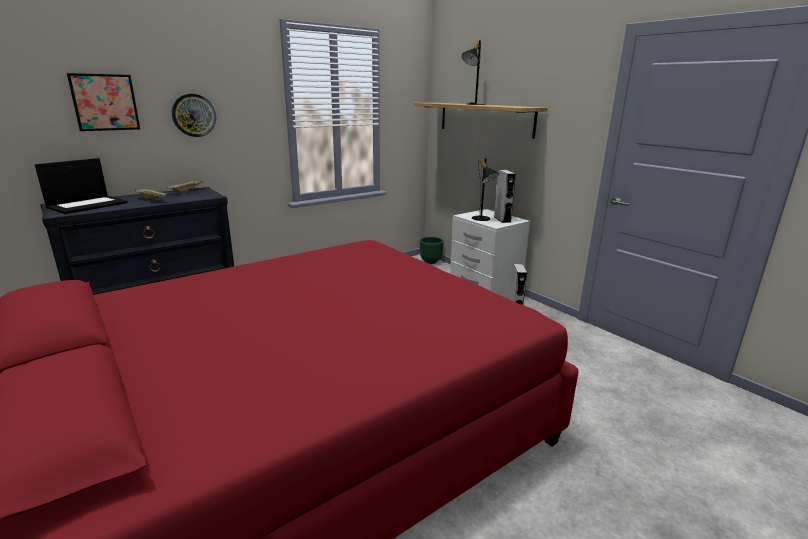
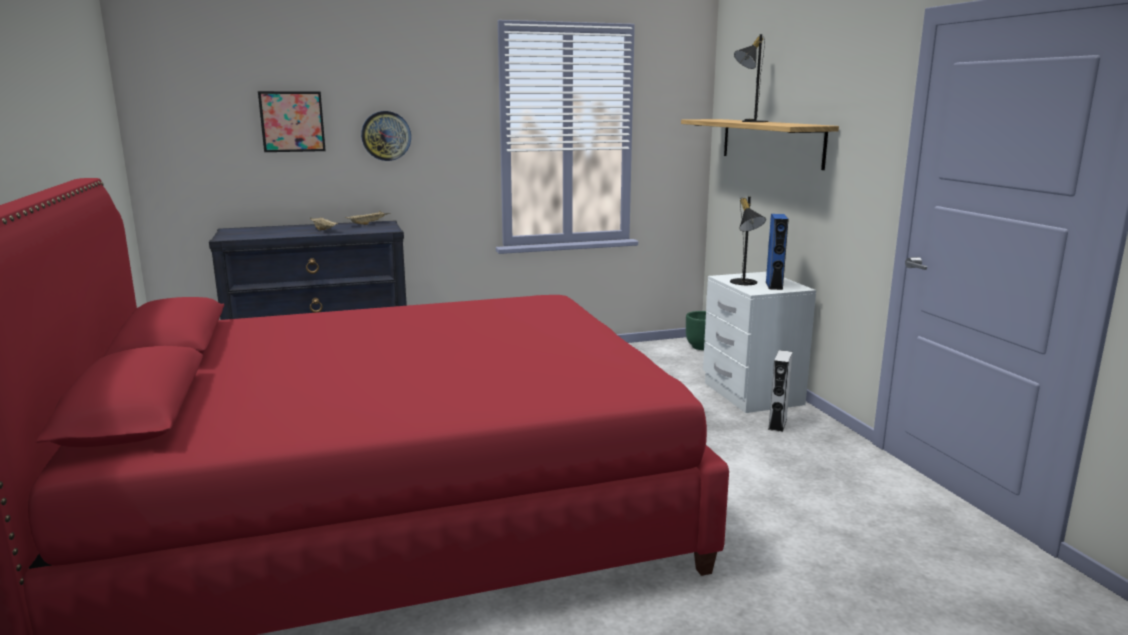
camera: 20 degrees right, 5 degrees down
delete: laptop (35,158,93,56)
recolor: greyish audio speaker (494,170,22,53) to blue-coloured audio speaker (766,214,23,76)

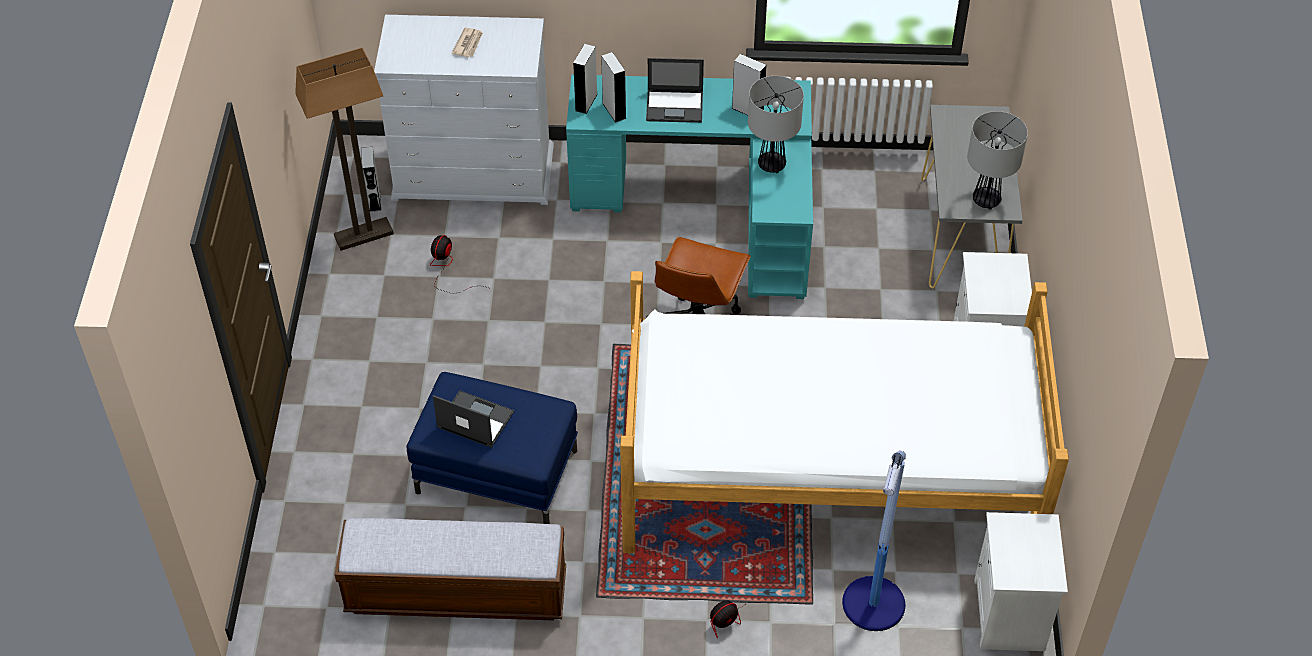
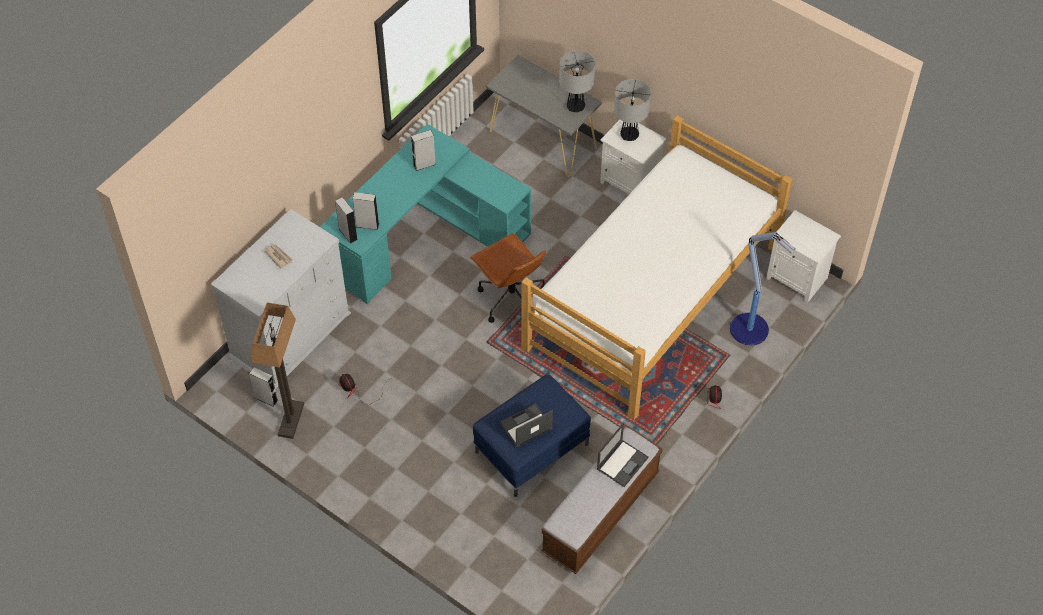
camera: 55 degrees left, 5 degrees up
move: laptop (646,58,58,65) to (597,423,52,64); table lamp (748,76,56,97) to (614,79,37,62)

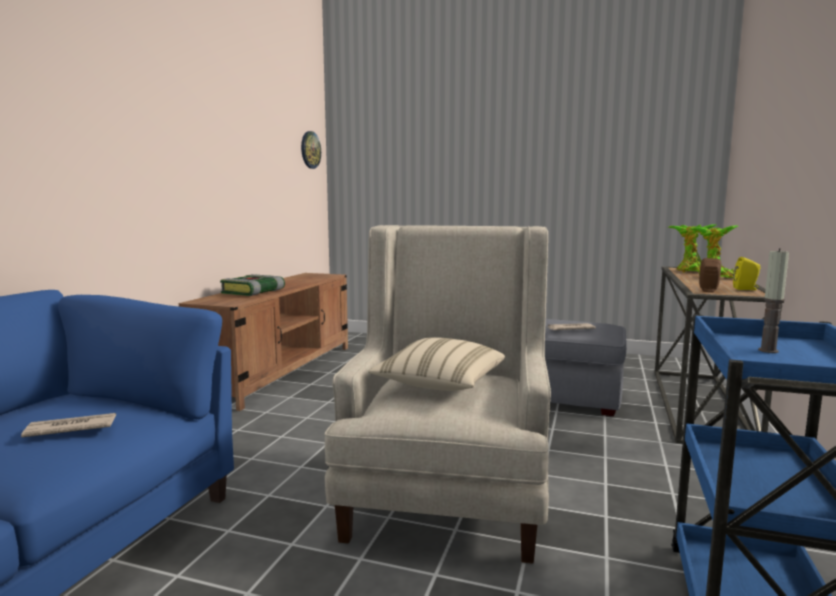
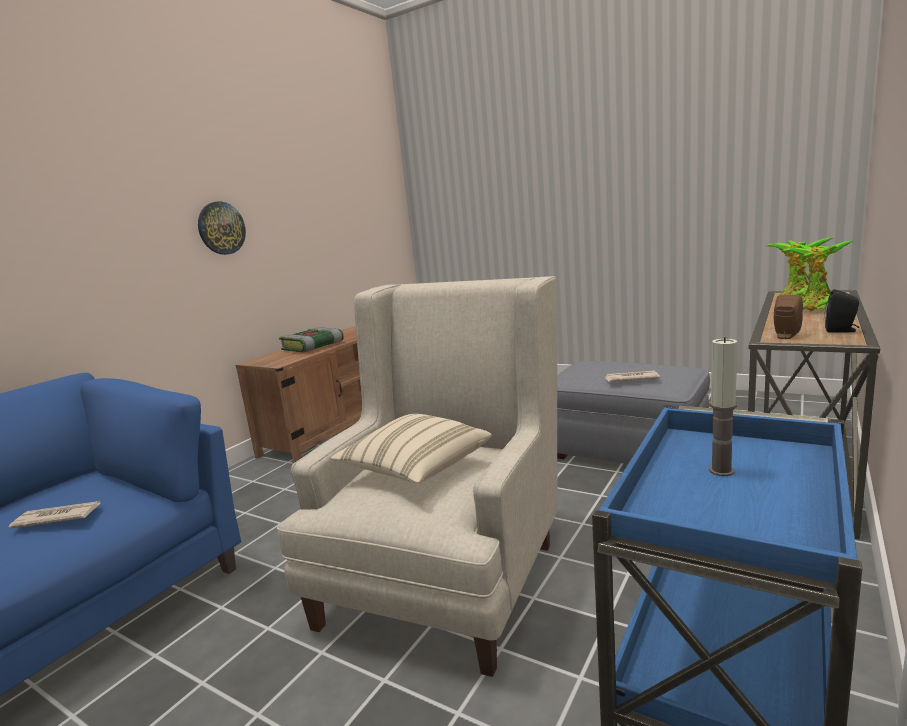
camera: 15 degrees right, 5 degrees up
move: wall clock (301,131,20,38) to (198,201,48,54)
recolor: yellow audio speaker (733,257,28,33) to blackish audio speaker (825,289,34,44)

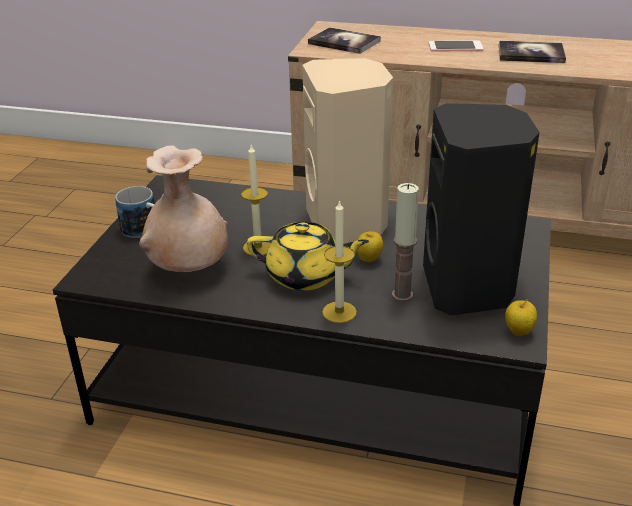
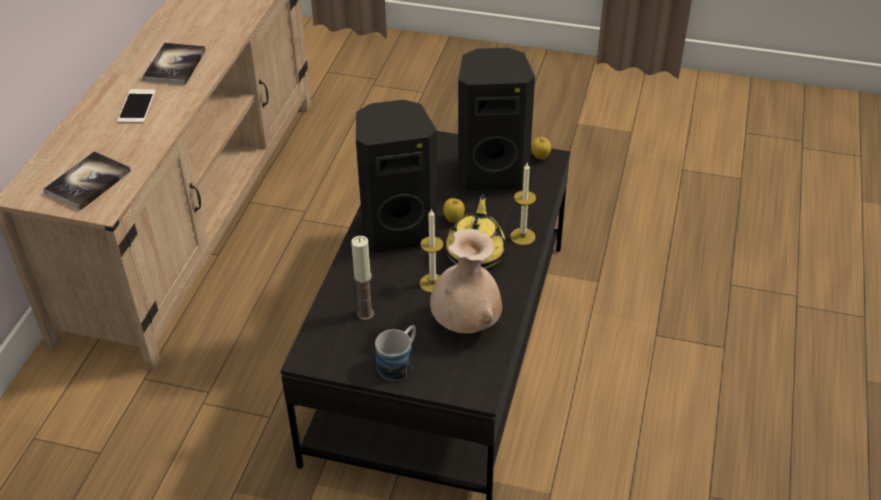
camera: 90 degrees left, 10 degrees up
move: candle (392,183,27,119) to (351,236,23,84)
recolor: beige audio speaker (302,58,91,186) to blackish audio speaker (356,100,82,153)

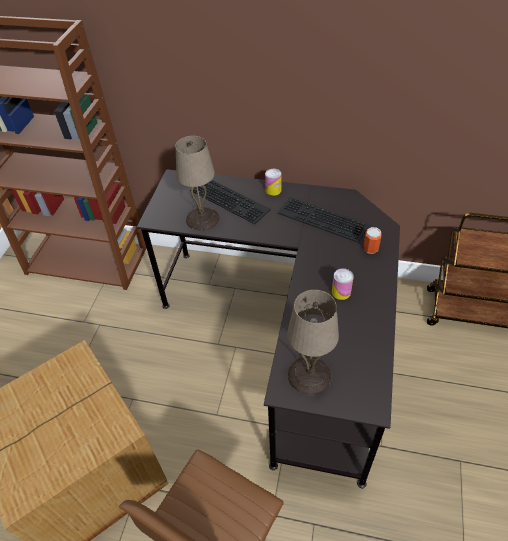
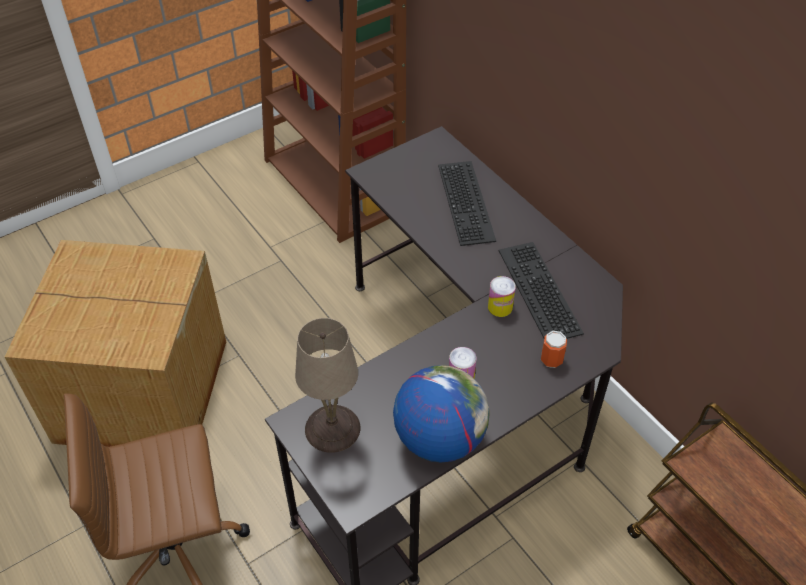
camera: 40 degrees right, 0 degrees up
delete: beige table lamp (175,136,44,95)
insert: world globe (393,365,97,97)
move: metal can (265,169,16,27) to (488,276,28,41)

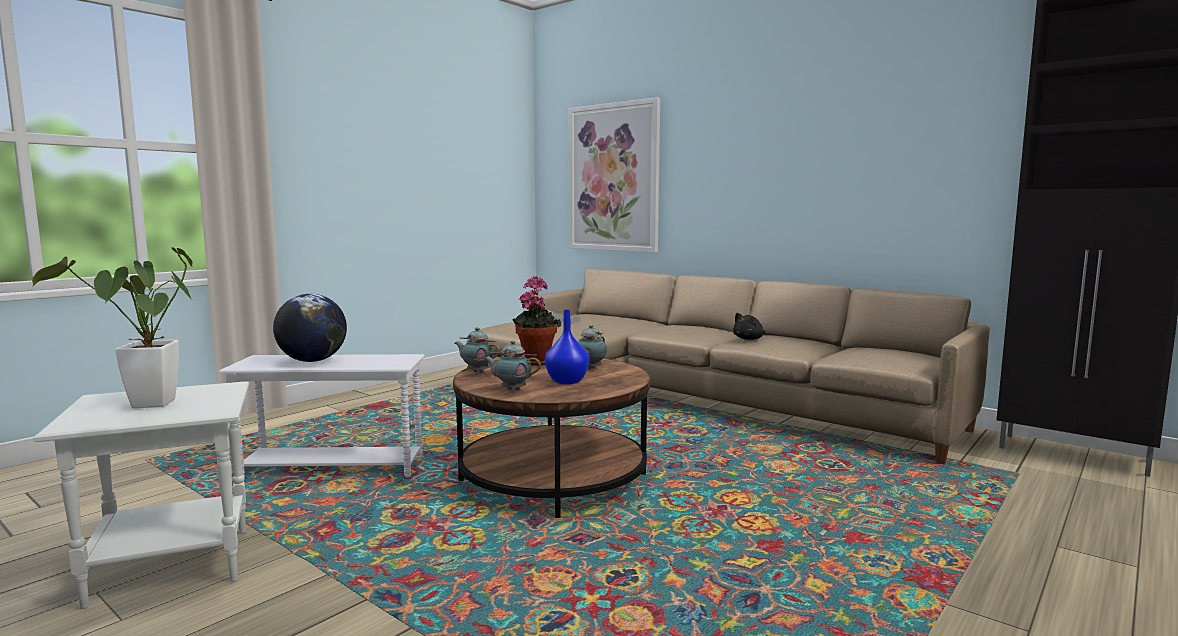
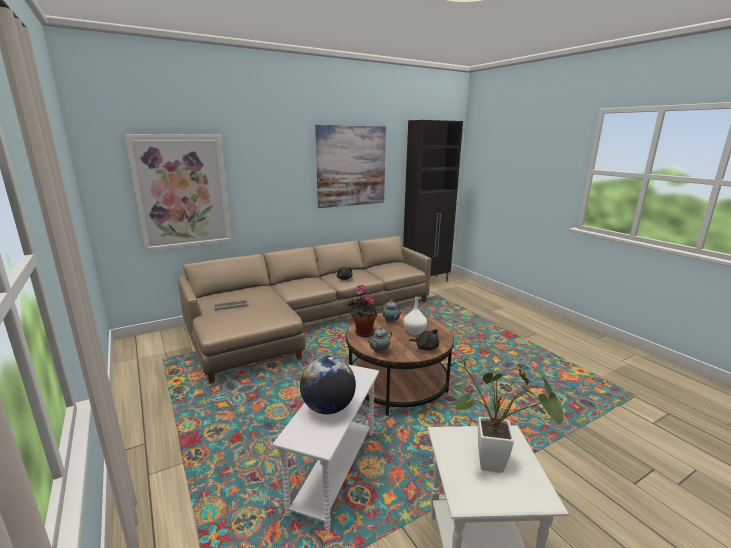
camera: 70 degrees left, 10 degrees up
insert: wall art (315,125,71,83)
replace: pot for tea (484,340,57,51) to blackish soft toy (409,329,30,22)
recolor: blue-coloured flower vase (545,310,44,74) to whitish flower vase (404,297,23,38)

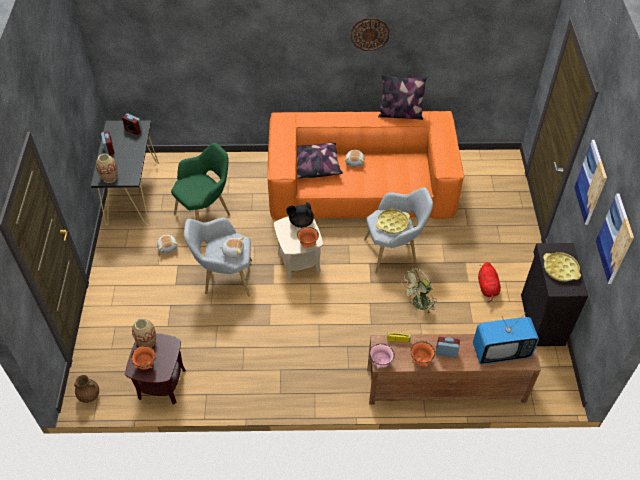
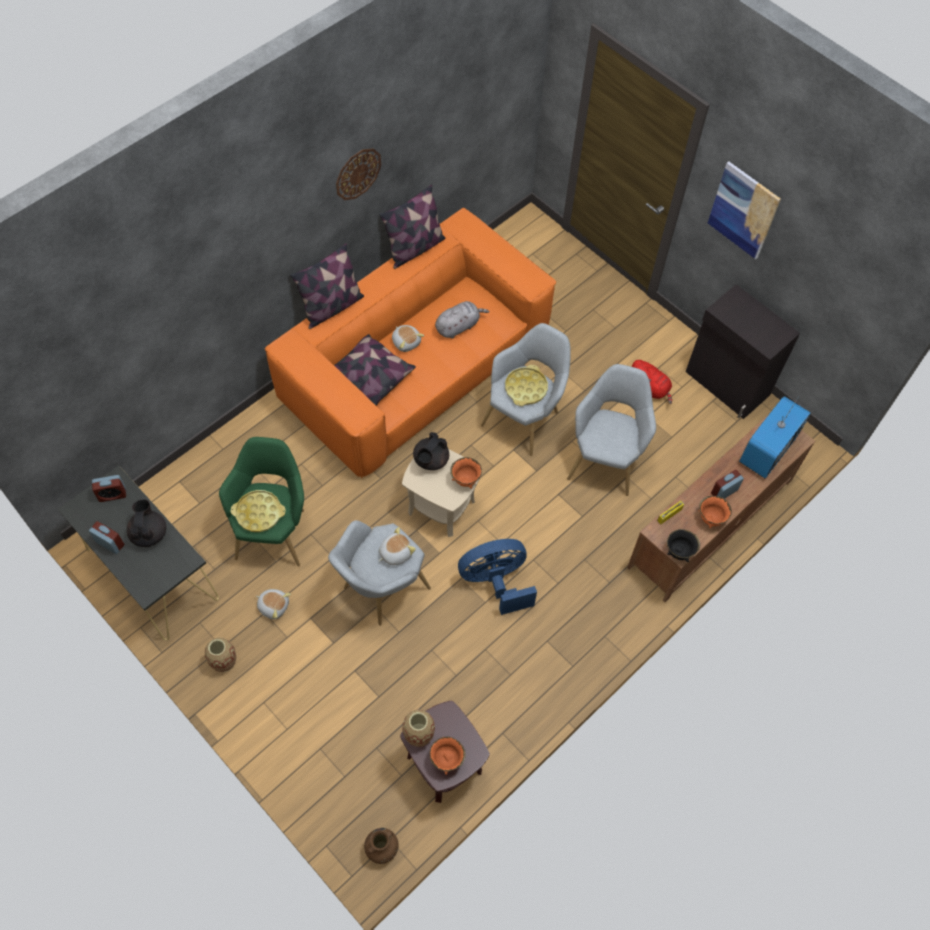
camera: 45 degrees left, 10 degrees up
delete: wall art (596,193,38,91)
insert: blackish pot for tea (127,499,39,48); pillow (290,243,74,86); greyish soft toy (435,301,54,37); blue-coloured cooling fan (458,539,79,76)
move: flower vase (96,154,22,29) to (205,638,31,34); yellow carrying tray (543,252,38,30) to (231,490,55,42)
replace: green-coloured cooling fan (401,268,34,45) to greyish lounge chair (567,364,89,132)
recolor: pinkish deep dish (369,343,26,26) to blackish deep dish (667,529,33,33)

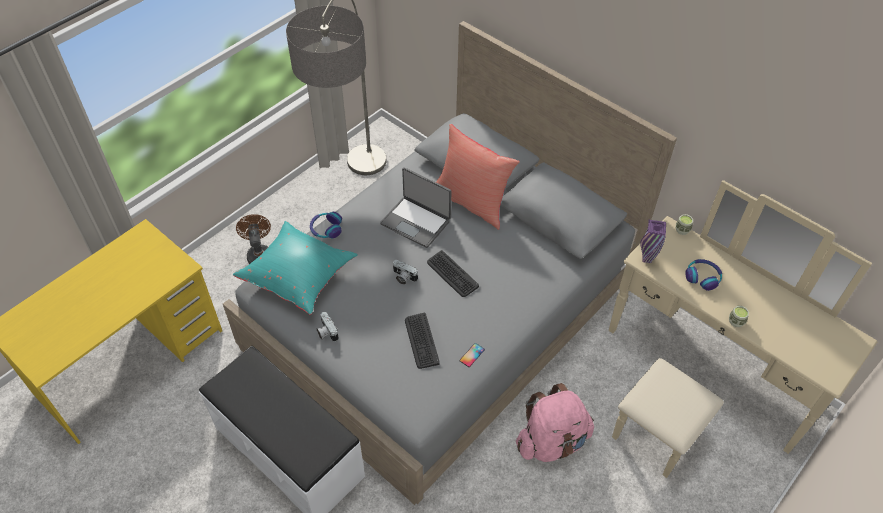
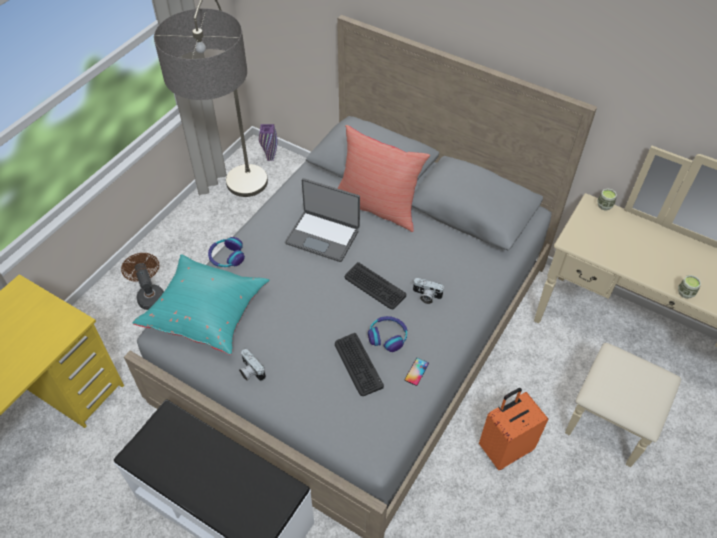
camera: 10 degrees left, 0 degrees up
move: purplish flower vase (640,220,26,43) to (259,124,18,37); pair of headphones (686,259,36,32) to (368,316,39,36); still camera (393,260,25,25) to (413,278,31,26)
replace: pinkish rucksack (516,383,78,79) to orange suitcase (479,388,69,82)

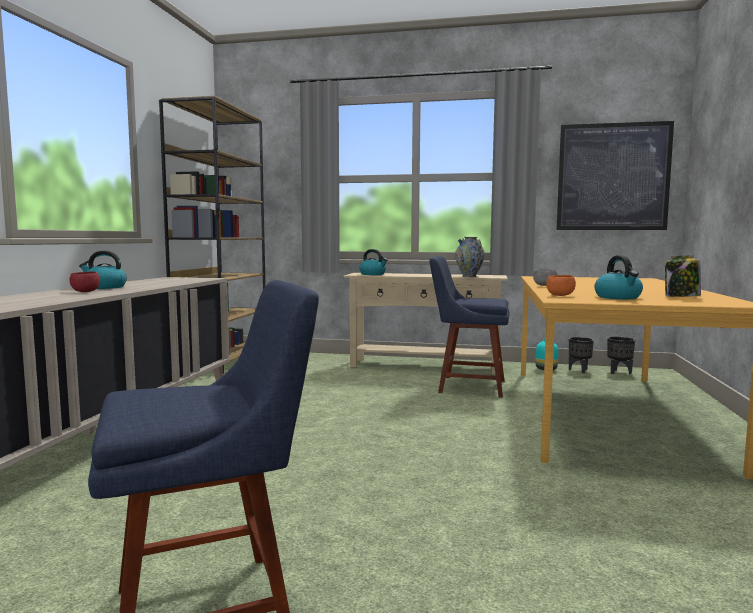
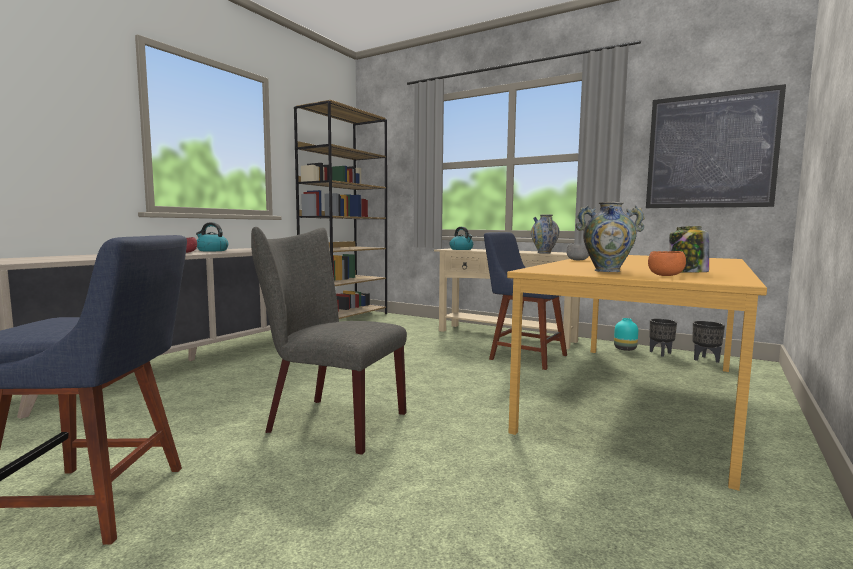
camera: 20 degrees right, 0 degrees up
insert: greyish upright chair (251,227,156,228)
move: orange deep dish (546,275,30,21) to (648,251,38,25)
replace: kettle (594,255,49,44) to flower vase (576,202,69,70)

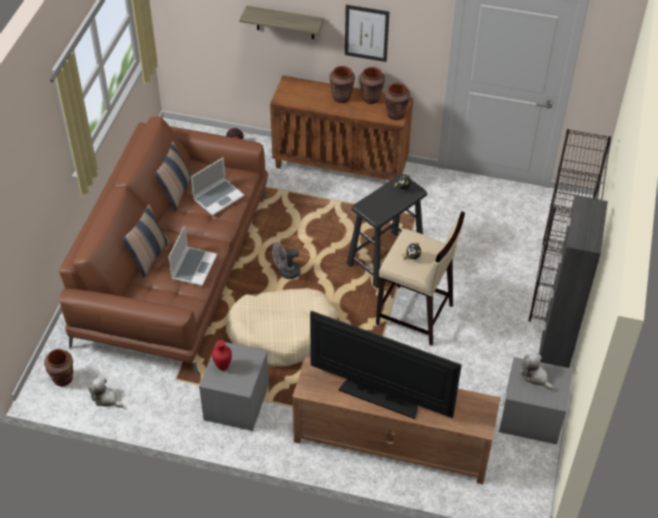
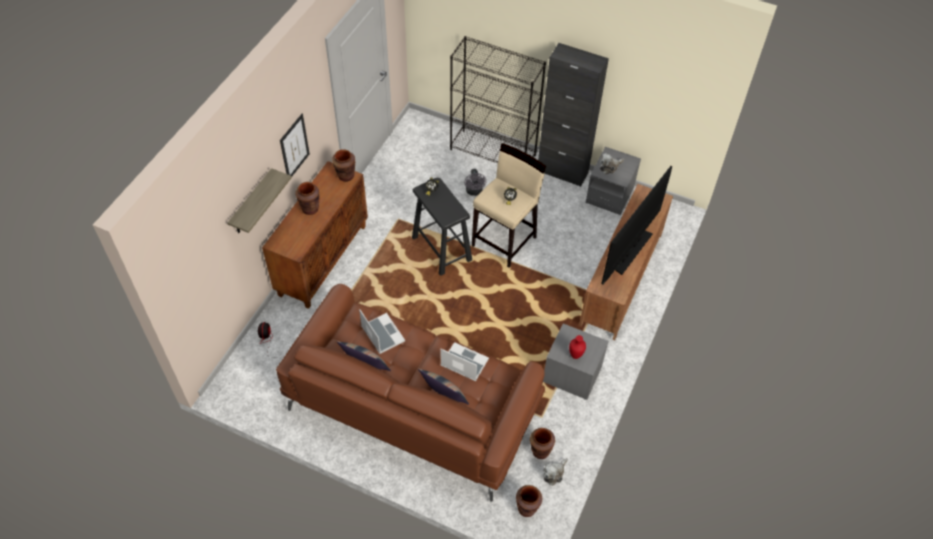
camera: 80 degrees left, 5 degrees up
delete: beige dog cushion (226,288,112,79)
move: greyish cooling fan (272,242,29,37) to (464,169,23,27); brownish flower vase (359,67,26,37) to (530,428,25,31)

